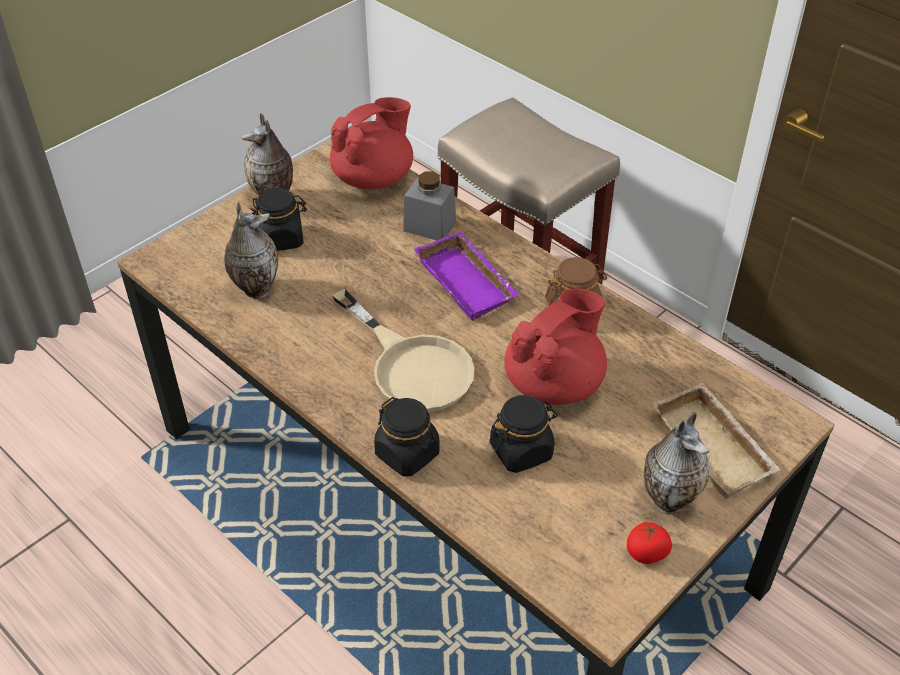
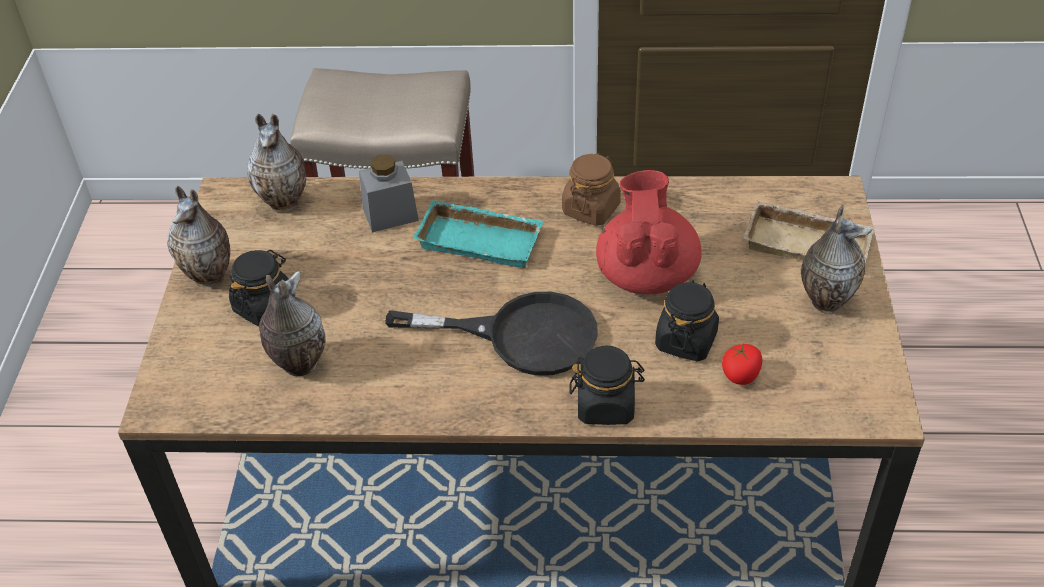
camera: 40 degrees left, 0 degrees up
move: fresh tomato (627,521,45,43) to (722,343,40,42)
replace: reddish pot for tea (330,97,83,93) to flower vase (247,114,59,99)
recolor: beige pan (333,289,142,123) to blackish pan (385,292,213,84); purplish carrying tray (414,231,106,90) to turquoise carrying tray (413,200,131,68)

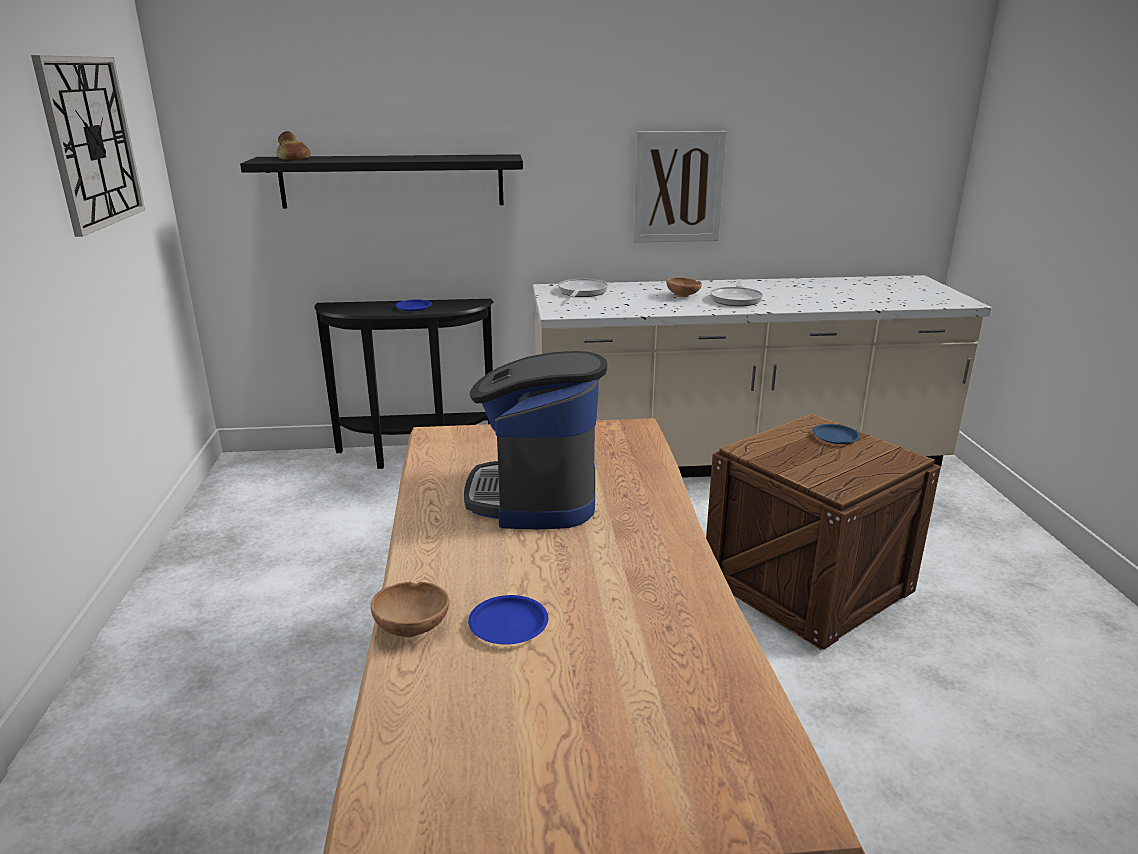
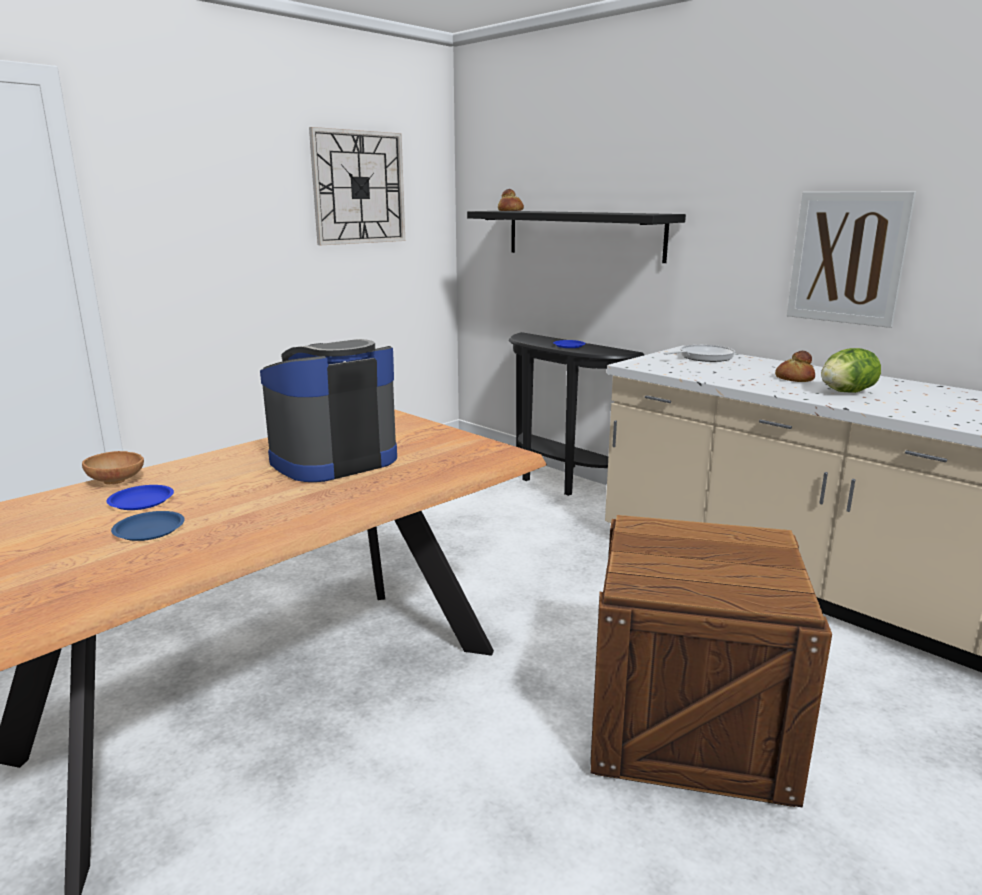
camera: 50 degrees right, 5 degrees down
move: blue-coloured plate (812,424,48,20) to (111,511,74,30)
replace: brownish deep dish (666,277,36,20) to bakery bread (775,351,40,31); pan (710,279,53,27) to lettuce (821,348,60,45)

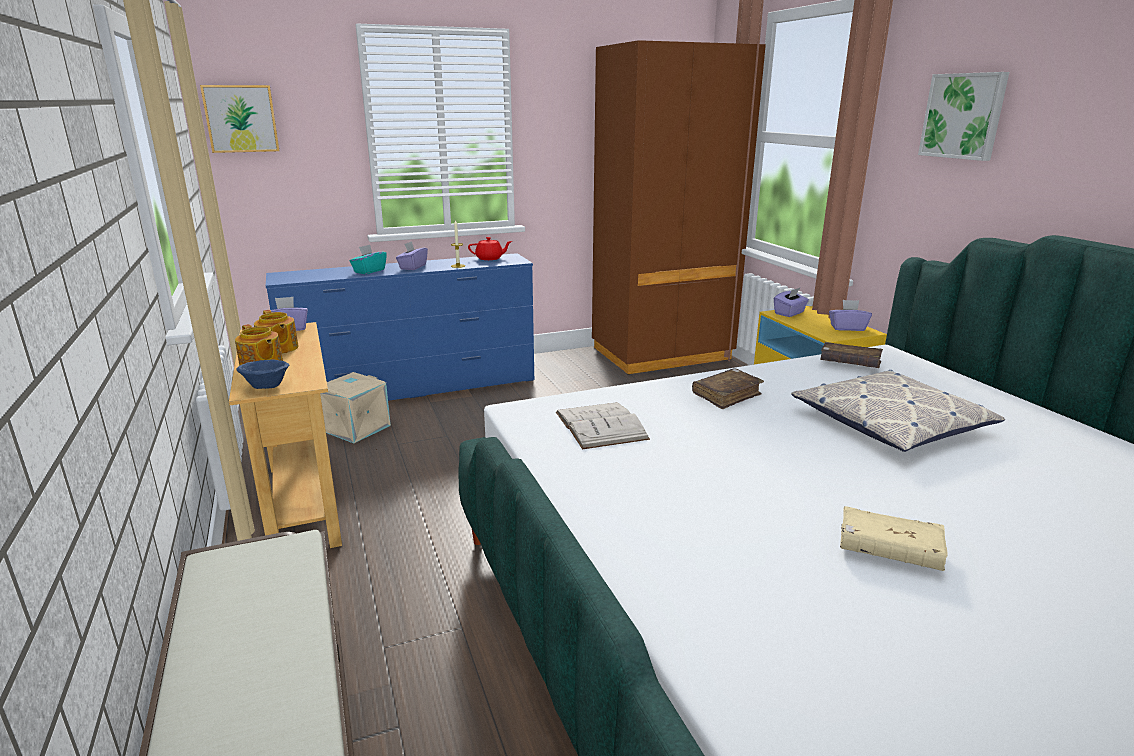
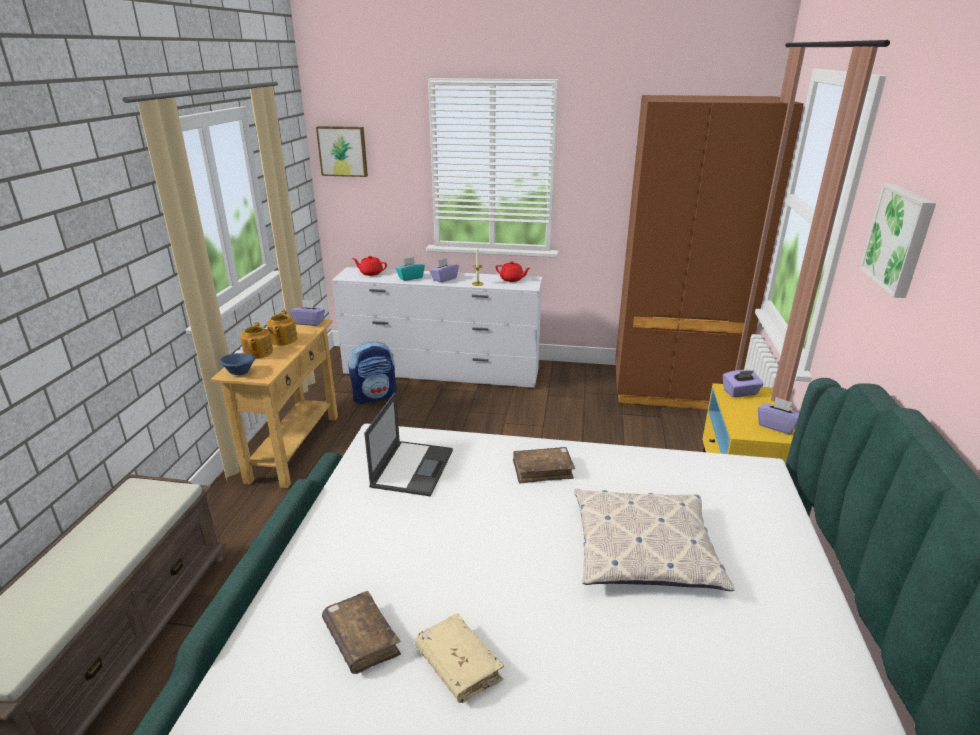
camera: 30 degrees right, 5 degrees up
insert: reddish pot for tea (352,256,35,20)
move: brownish bound book (820,342,63,26) to (322,591,79,83)
replace: beige storage bin (320,372,71,71) to rucksack (348,341,48,63); whitish bound book (556,402,94,47) to laptop (364,392,89,105)
recolor: blue-coloured chest of drawers (266,253,268,148) to whitish chest of drawers (332,267,210,121)

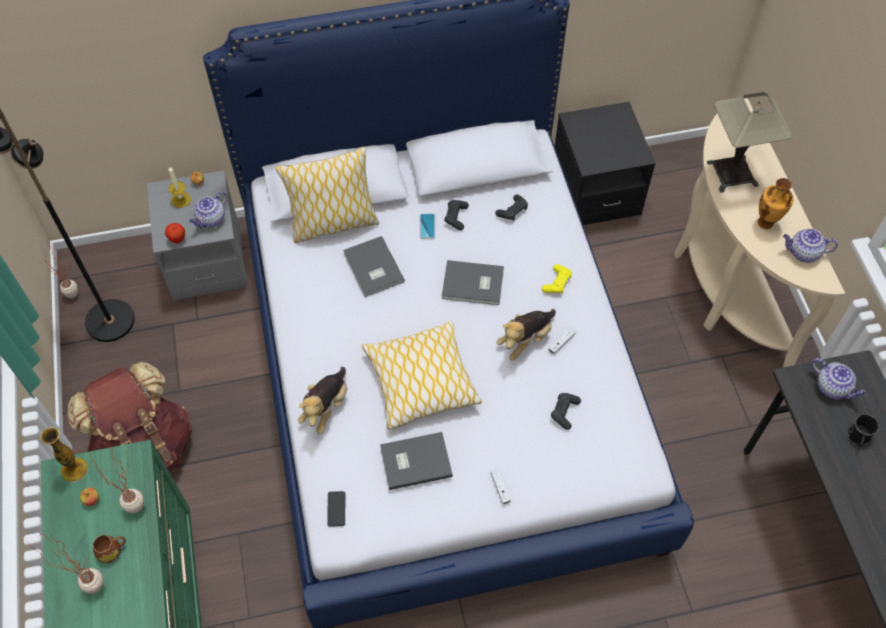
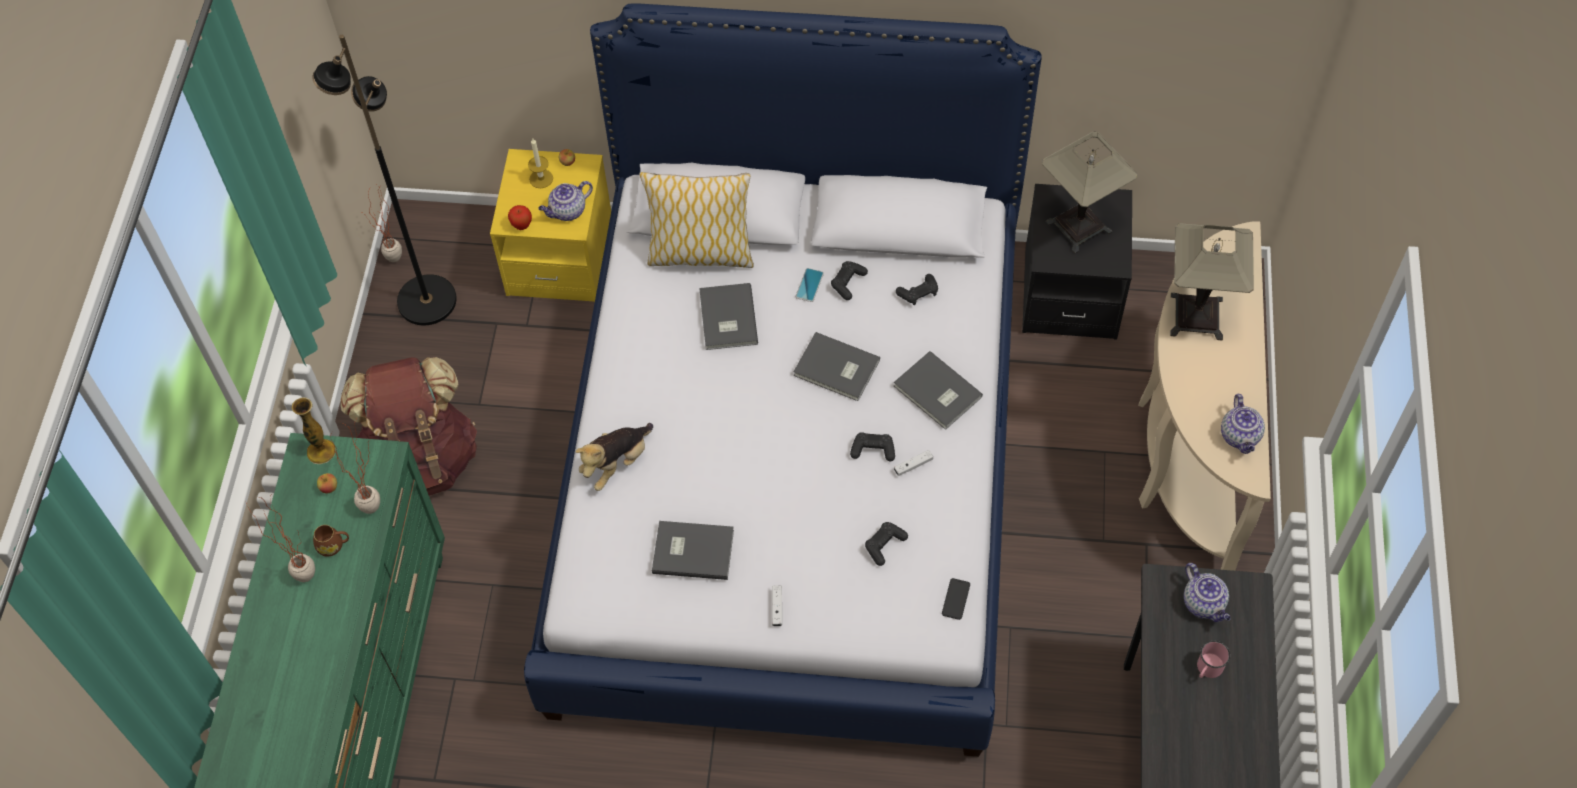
camera: 20 degrees right, 0 degrees up
delete: pillow (362,321,120,108); flower vase (758,178,36,51)
insert: table lamp (1042,132,96,122)
move: handset (327,491,18,36) to (942,578,28,42)
replace: soft toy (496,309,60,52) to blackish game controller (850,432,45,30); yellow game controller (542,264,30,29) to greyish bound book (894,351,89,79)
recolor: greyish night table (147,170,101,131) to yellow night table (490,149,121,153); blackish mug (848,414,31,33) to pinkish mug (1197,641,33,37)
rotate: pot for tea (783,228,55,35) = (1221,394,44,60) 120 degrees counterclockwise

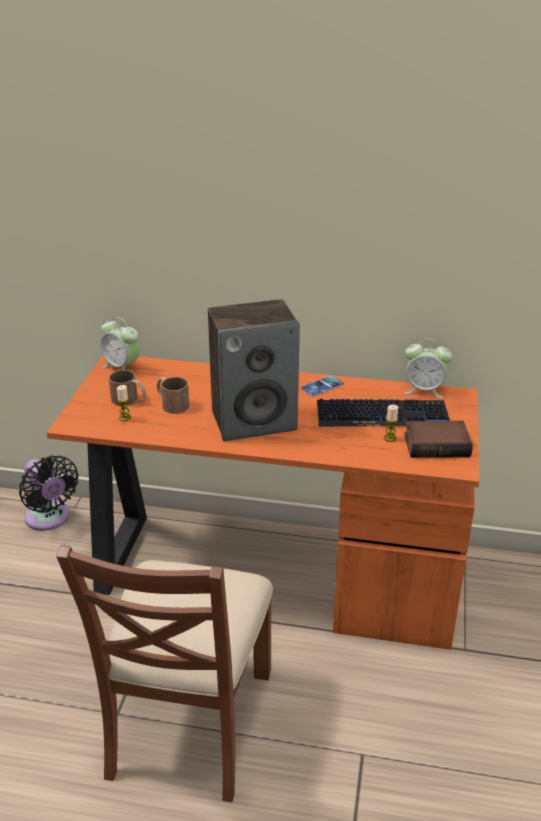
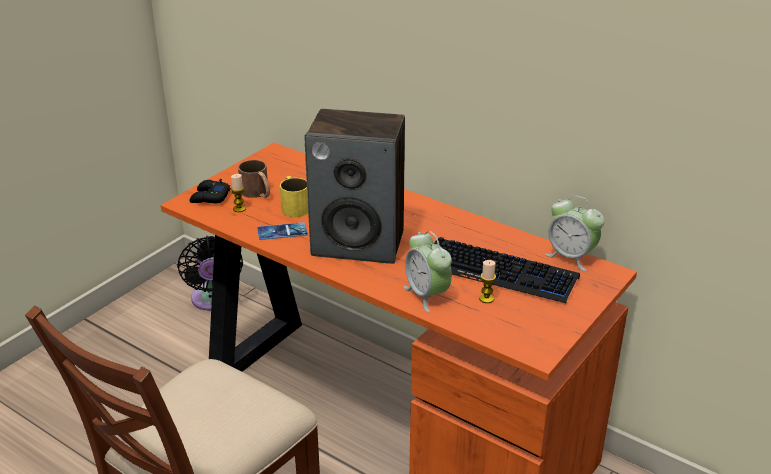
camera: 25 degrees right, 0 degrees up
delete: bound book (404,421,69,37)
insert: blackish game controller (189,179,42,24)
move: handset (301,375,43,21) to (257,222,51,18); table clock (101,317,39,53) to (404,231,48,81)
recolor: brownish mug (157,377,33,37) to yellow mug (280,176,28,41)

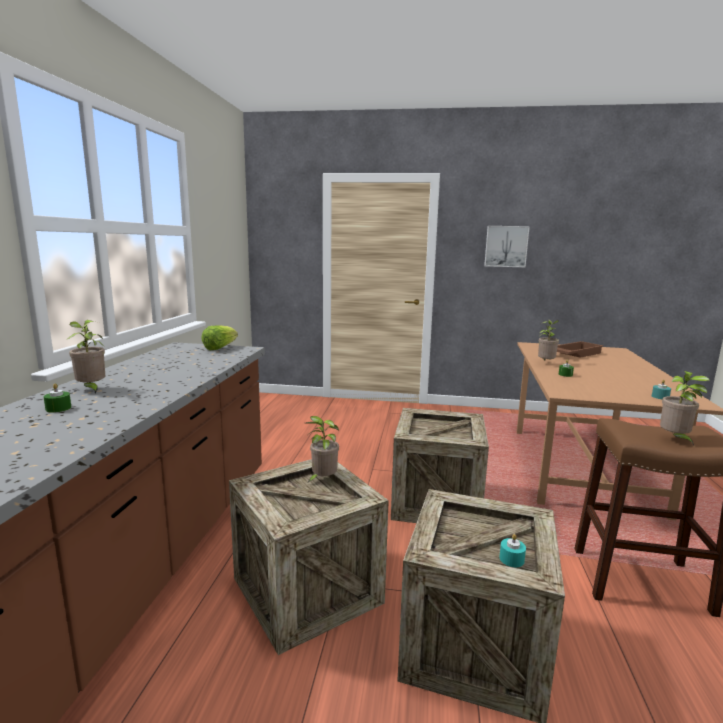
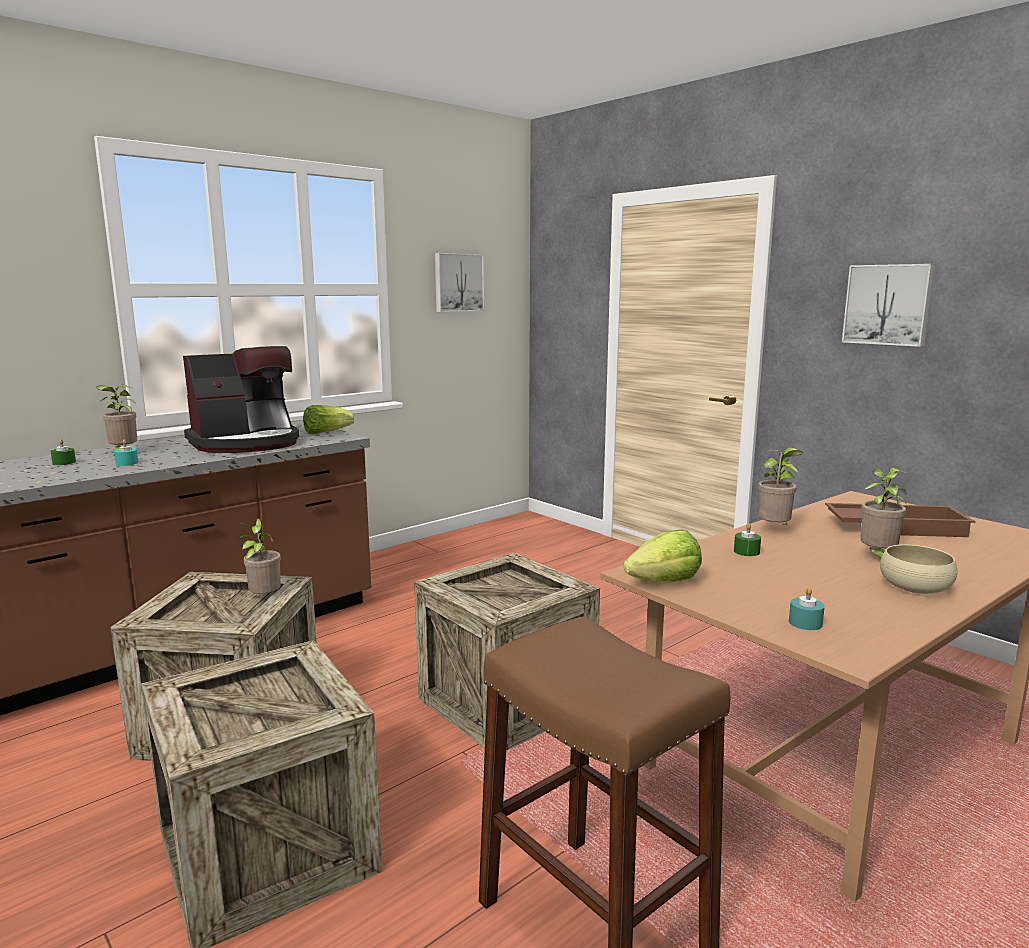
camera: 40 degrees right, 0 degrees up
insert: coffee maker (183,346,116,107); wall art (435,253,50,59); lettuce (624,529,78,53); beige deep dish (880,544,77,50)
move: turquoise candle (499,534,27,33) to (114,439,24,27); houseplant (660,371,50,75) to (860,468,48,89)

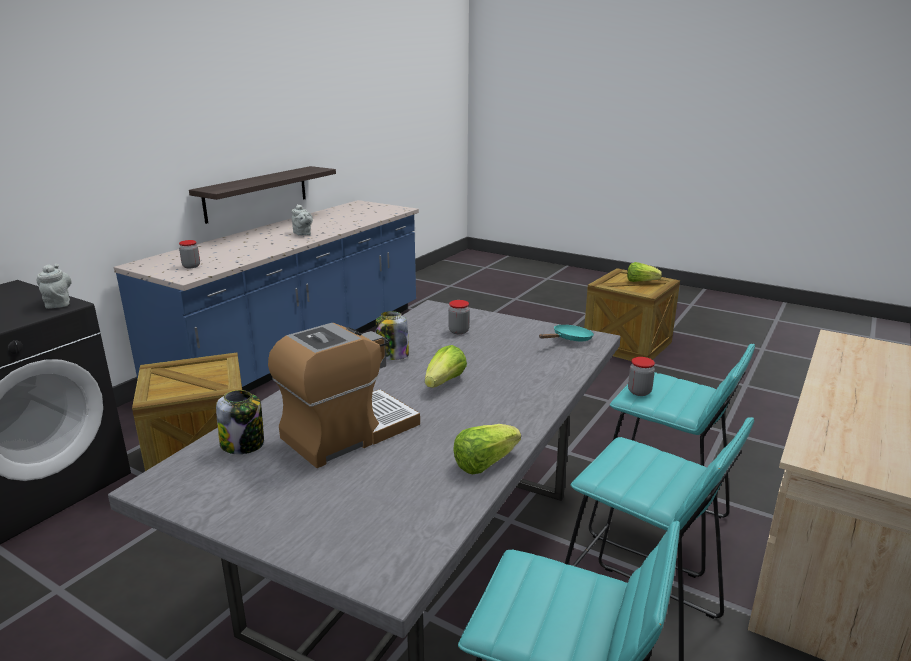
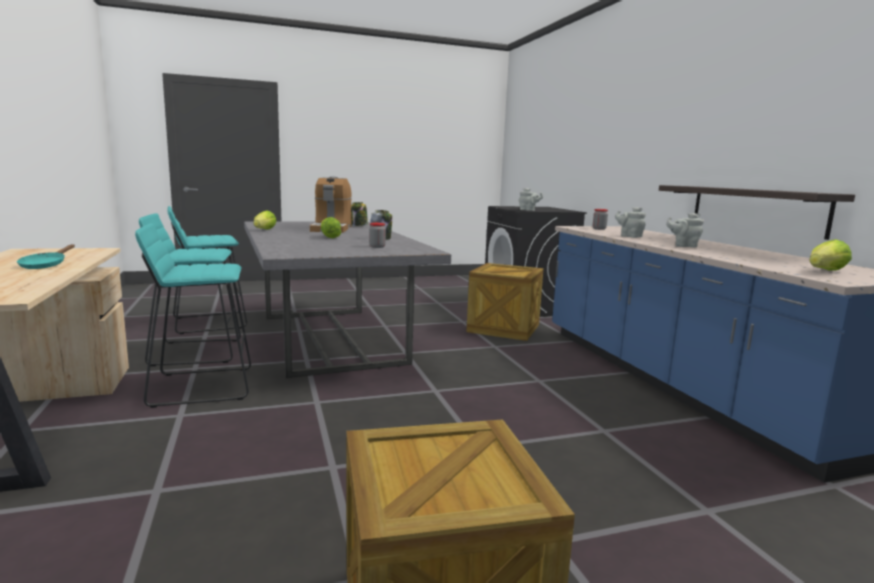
camera: 130 degrees right, 10 degrees down
delete: storage jar (628,357,27,39)
insert: greyish pot for tea (615,207,31,31)
move: turquoise pan (539,325,55,16) to (17,244,58,25); lettuce (627,262,35,20) to (809,239,43,32)

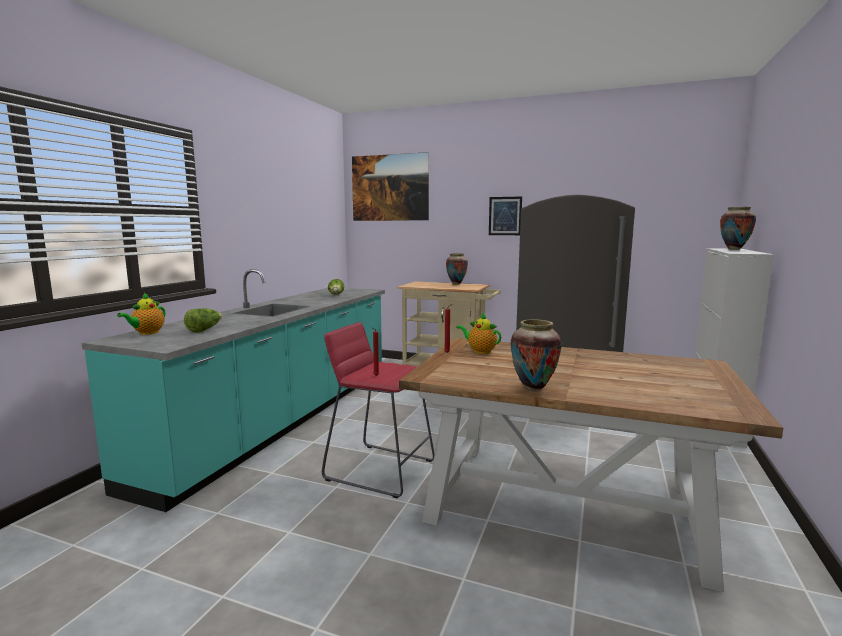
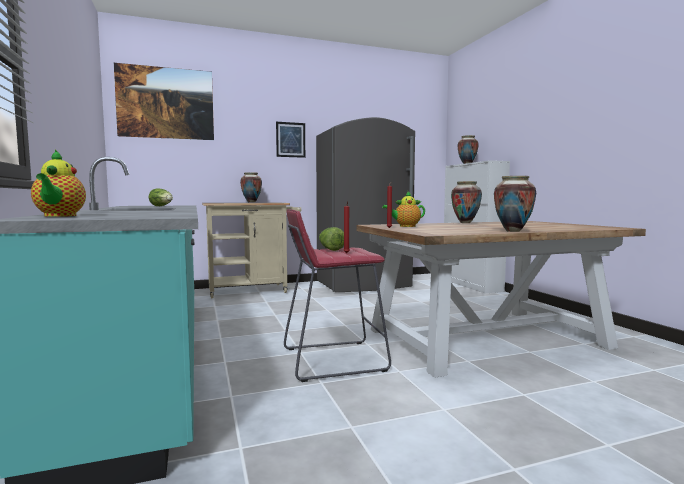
camera: 40 degrees left, 5 degrees down
insert: flower vase (451,181,31,42)
move: lettuce (184,308,38,25) to (319,227,25,24)

